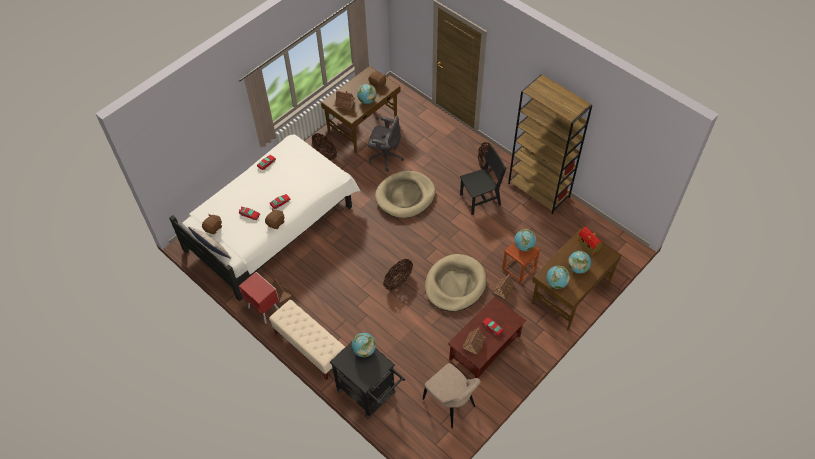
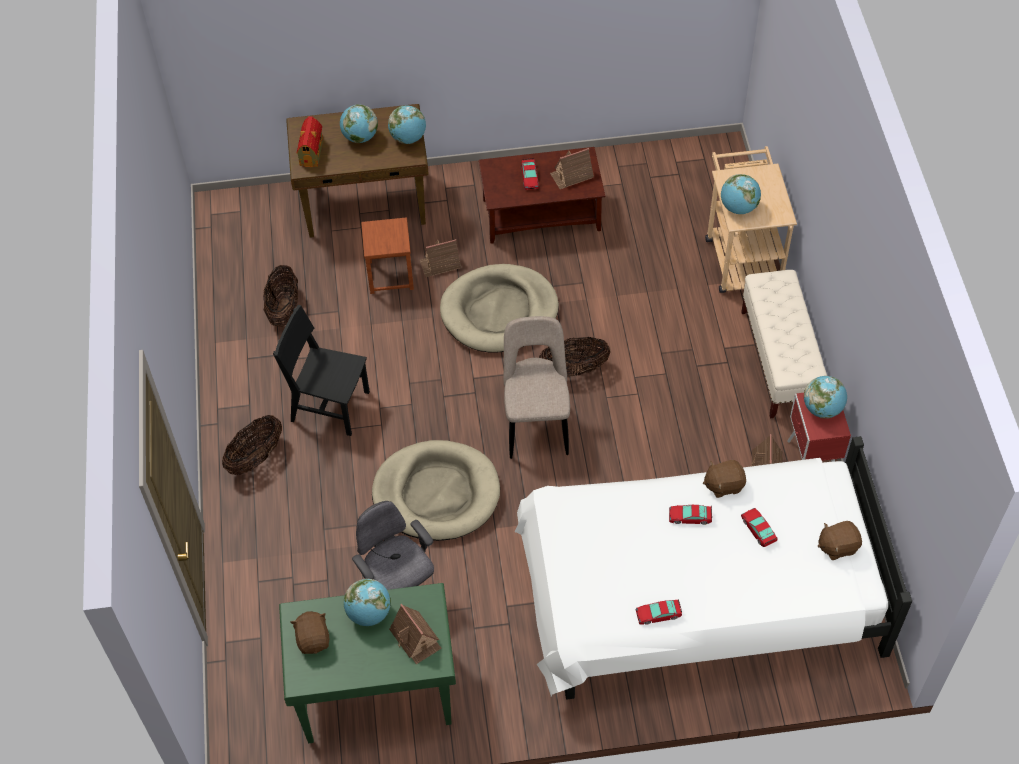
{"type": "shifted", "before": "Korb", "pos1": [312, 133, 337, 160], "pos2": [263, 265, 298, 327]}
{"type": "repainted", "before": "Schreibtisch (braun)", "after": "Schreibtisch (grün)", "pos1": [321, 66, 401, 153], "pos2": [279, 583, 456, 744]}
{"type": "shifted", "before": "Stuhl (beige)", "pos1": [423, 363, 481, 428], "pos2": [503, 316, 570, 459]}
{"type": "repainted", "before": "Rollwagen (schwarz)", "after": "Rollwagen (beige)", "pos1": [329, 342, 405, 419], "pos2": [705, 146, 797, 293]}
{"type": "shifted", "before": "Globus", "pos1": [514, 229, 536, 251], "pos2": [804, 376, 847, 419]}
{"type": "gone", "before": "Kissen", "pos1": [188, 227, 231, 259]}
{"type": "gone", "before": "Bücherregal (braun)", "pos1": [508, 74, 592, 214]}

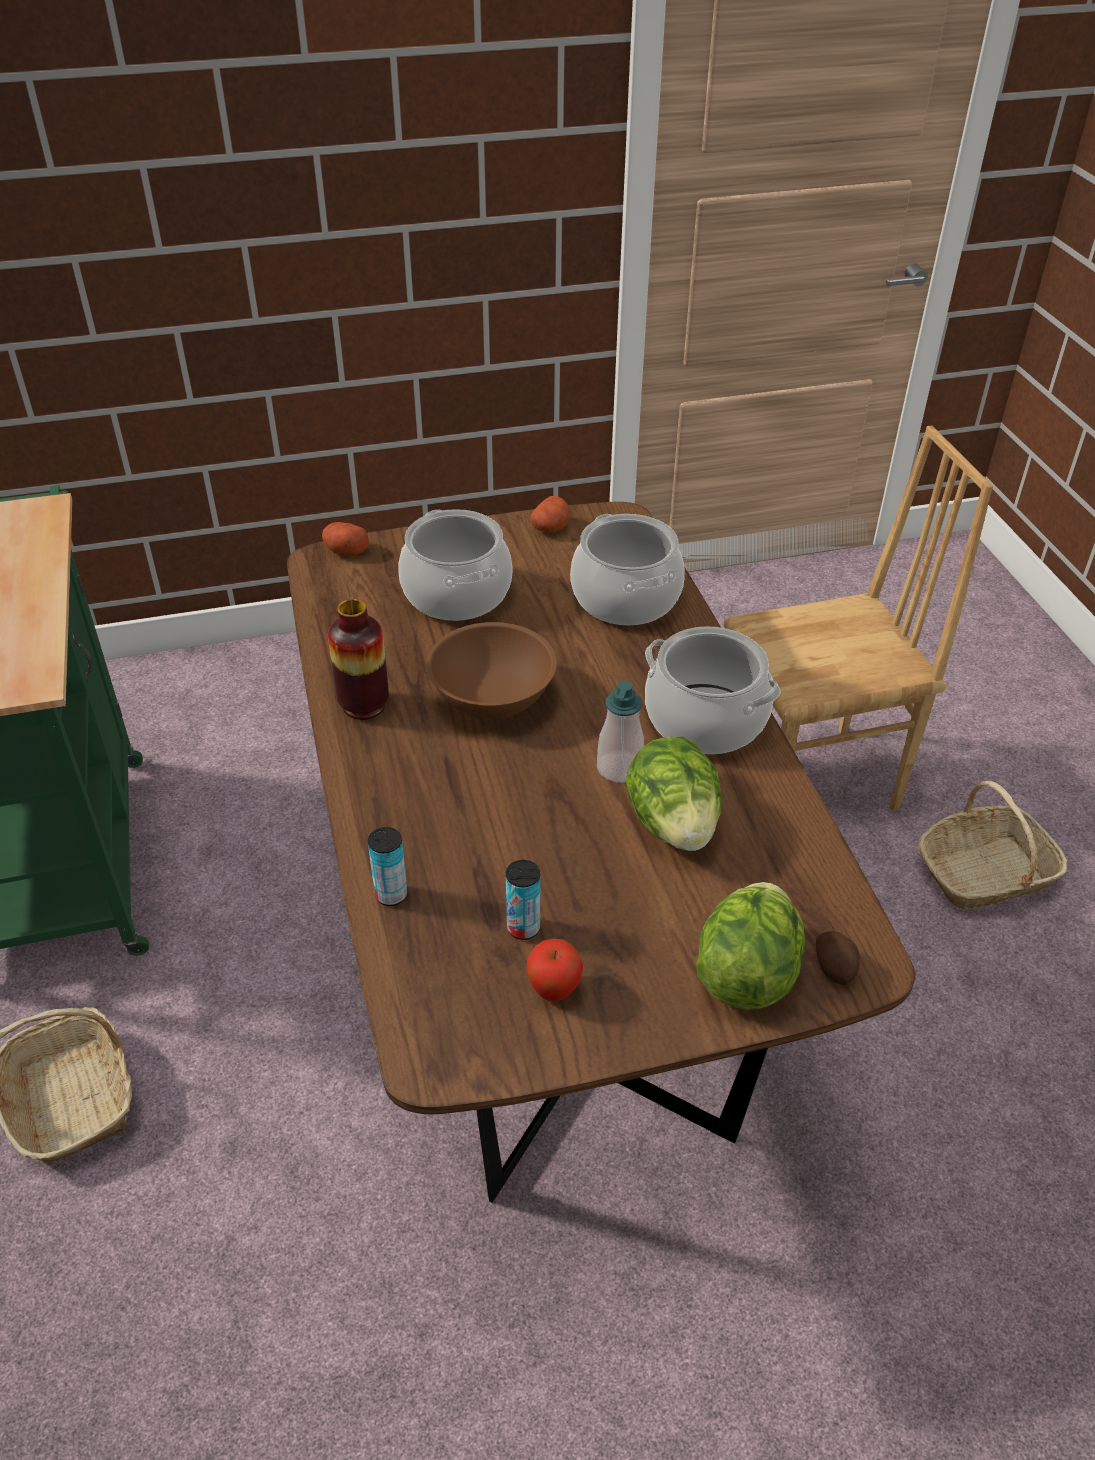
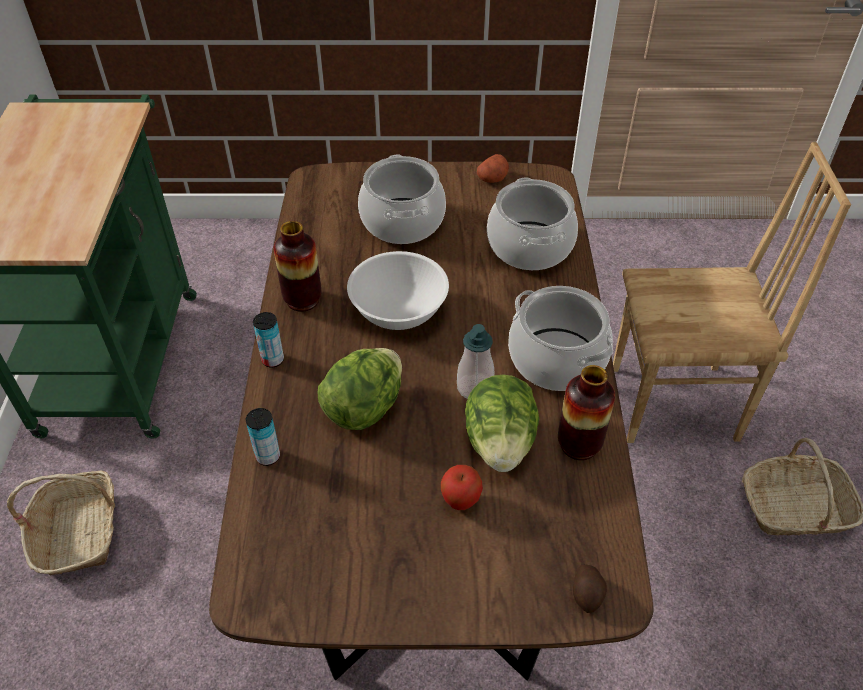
{"type": "shifted", "before": "Dose", "pos1": [506, 860, 540, 940], "pos2": [253, 312, 284, 368]}
{"type": "shifted", "before": "Salatkopf", "pos1": [696, 882, 805, 1010], "pos2": [318, 348, 402, 430]}
{"type": "repainted", "before": "Schüssel (braun)", "after": "Schüssel (weiß)", "pos1": [426, 622, 557, 719], "pos2": [347, 251, 449, 330]}
{"type": "shifted", "before": "Apfel", "pos1": [526, 939, 583, 1001], "pos2": [441, 465, 483, 510]}
{"type": "new", "after": "Vase", "pos2": [558, 365, 615, 460]}
{"type": "gone", "before": "Kartoffel", "pos1": [322, 522, 369, 556]}

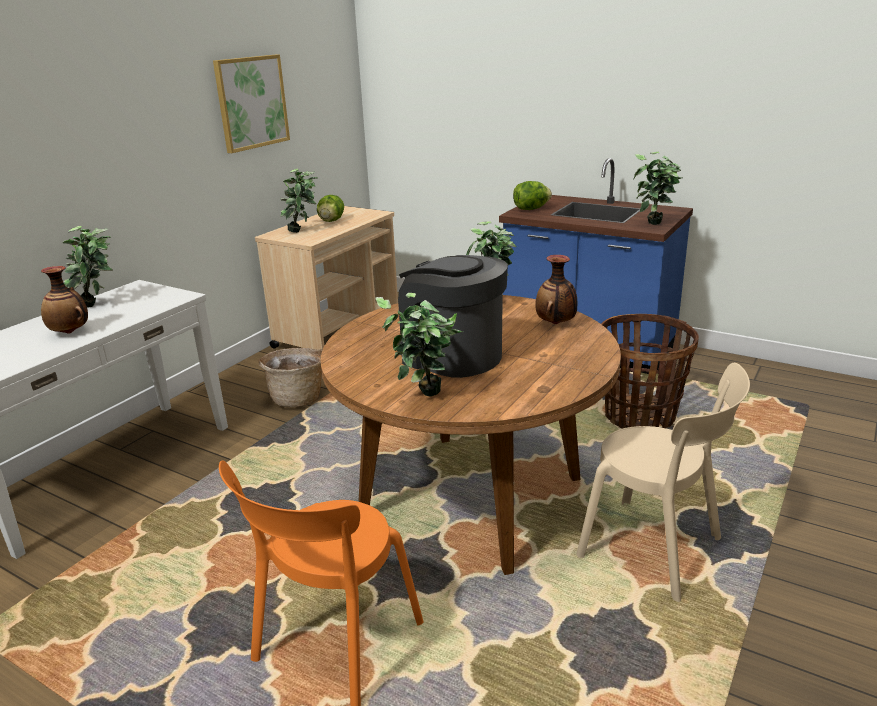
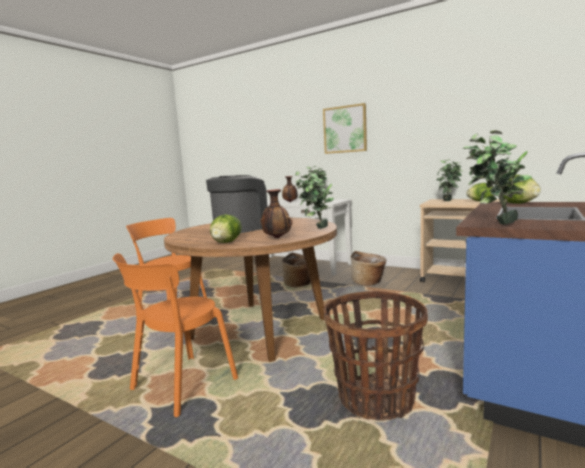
{"type": "repainted", "before": "Stuhl (beige)", "after": "Stuhl (orange)", "pos1": [576, 363, 750, 602], "pos2": [113, 253, 238, 417]}
{"type": "new", "after": "Salatkopf", "pos2": [210, 214, 242, 243]}
{"type": "new", "after": "Korb", "pos2": [281, 253, 311, 287]}
{"type": "shifted", "before": "Bild", "pos1": [213, 55, 290, 153], "pos2": [323, 103, 367, 154]}
{"type": "gone", "before": "Topfpflanze", "pos1": [376, 293, 464, 397]}

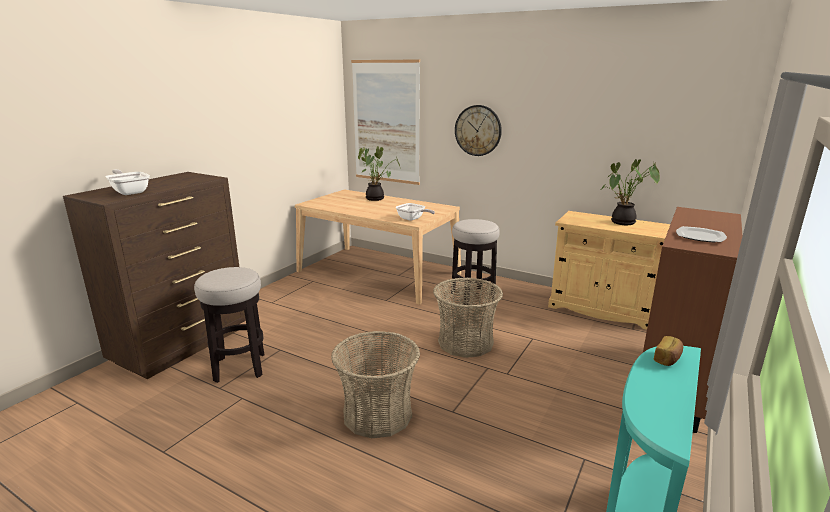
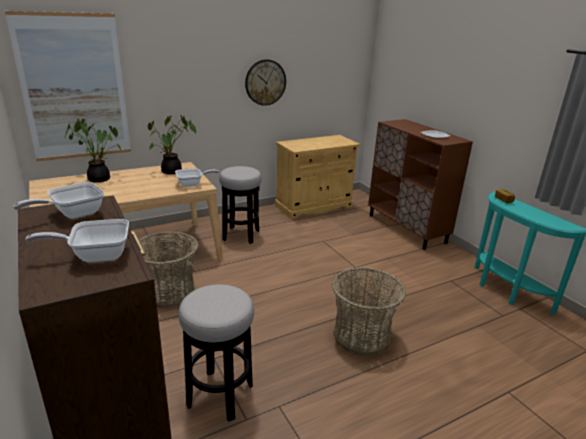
{"type": "new", "after": "Pfanne", "pos2": [13, 182, 104, 219]}
{"type": "shifted", "before": "Korb", "pos1": [433, 278, 503, 358], "pos2": [139, 231, 198, 308]}
{"type": "shifted", "before": "Topfpflanze", "pos1": [600, 159, 660, 225], "pos2": [148, 115, 196, 174]}
{"type": "shifted", "before": "Wanduhr", "pos1": [455, 105, 502, 156], "pos2": [245, 59, 286, 106]}

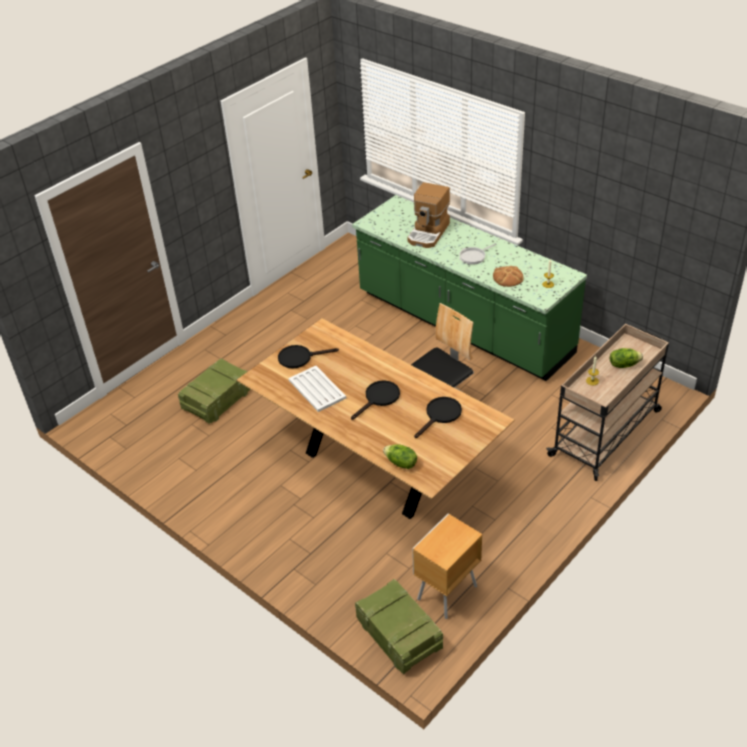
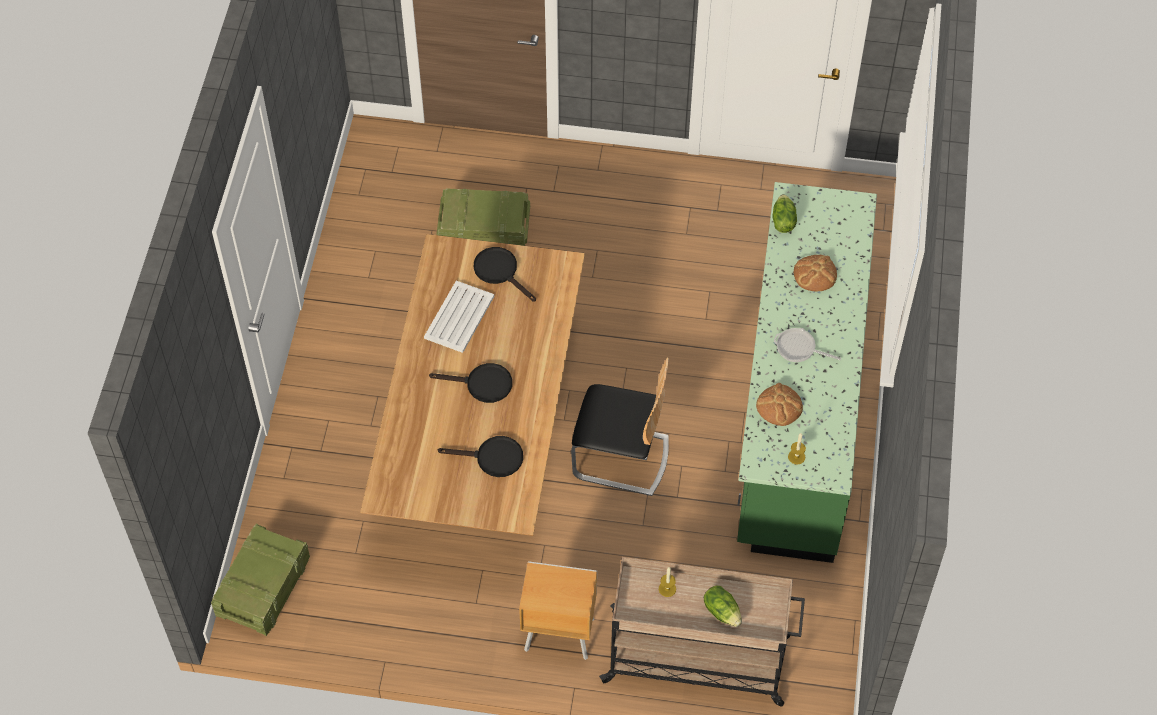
{"type": "shifted", "before": "Nachttisch (braun)", "pos1": [412, 514, 482, 619], "pos2": [519, 561, 597, 660]}
{"type": "shifted", "before": "Salatkopf", "pos1": [383, 444, 417, 469], "pos2": [773, 194, 797, 233]}
{"type": "swapped", "before": "Kaffeemaschine", "after": "Brot", "pos1": [407, 182, 450, 248], "pos2": [794, 255, 837, 291]}

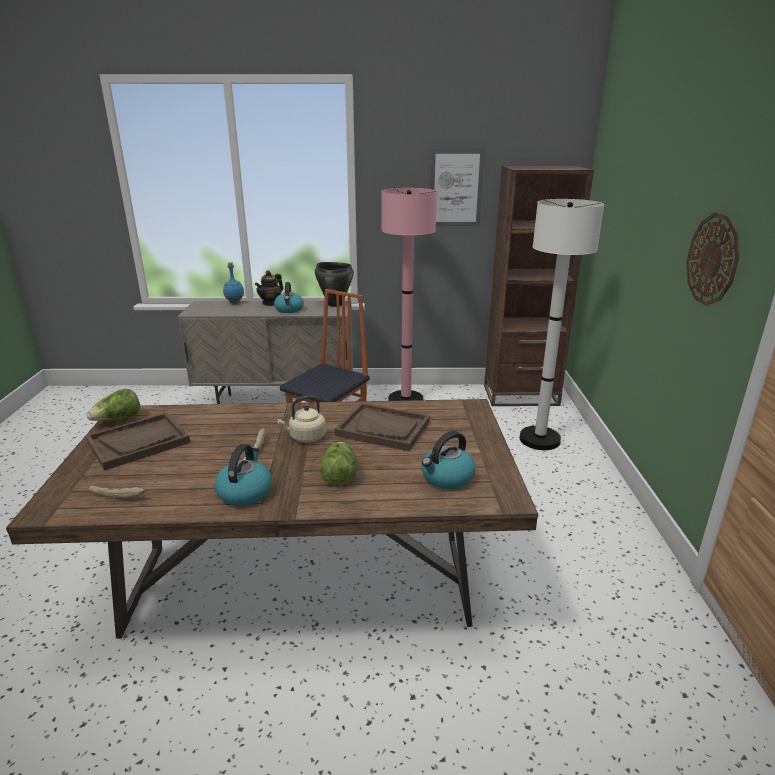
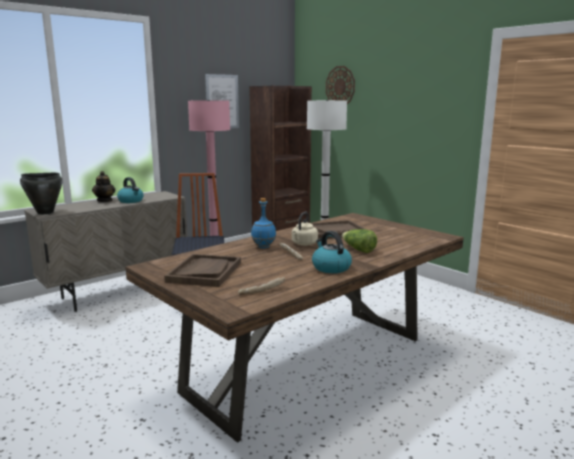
{"type": "shifted", "before": "Kochtopf (schwarz)", "pos1": [315, 262, 354, 307], "pos2": [20, 173, 63, 215]}
{"type": "shifted", "before": "Flasche (blau)", "pos1": [223, 262, 244, 304], "pos2": [251, 198, 276, 248]}
{"type": "shifted", "before": "Wanduhr", "pos1": [687, 212, 739, 306], "pos2": [326, 66, 355, 104]}
{"type": "gone", "before": "Salatkopf", "pos1": [86, 389, 140, 421]}
{"type": "gone", "before": "Wasserkessel", "pos1": [421, 431, 475, 489]}

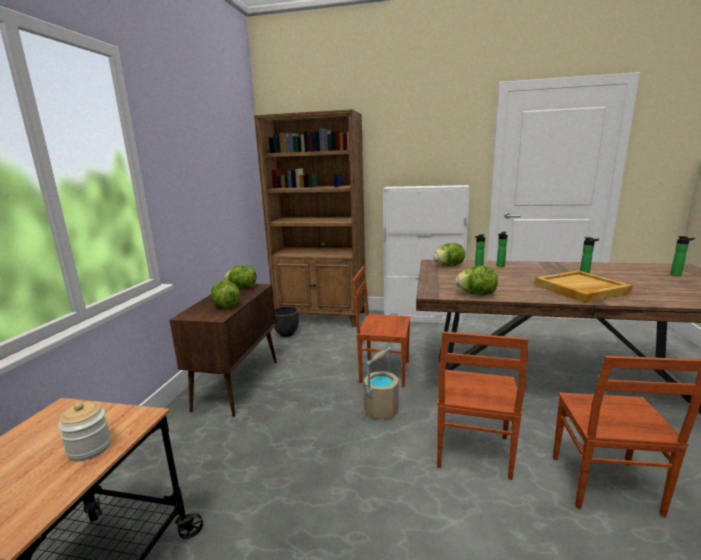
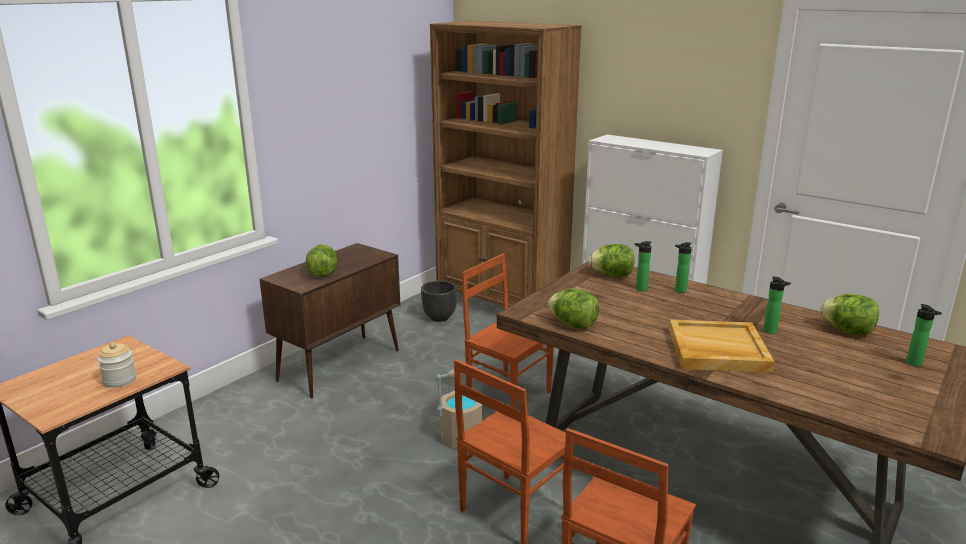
{"type": "shifted", "before": "Salatkopf", "pos1": [224, 265, 256, 289], "pos2": [820, 294, 879, 335]}

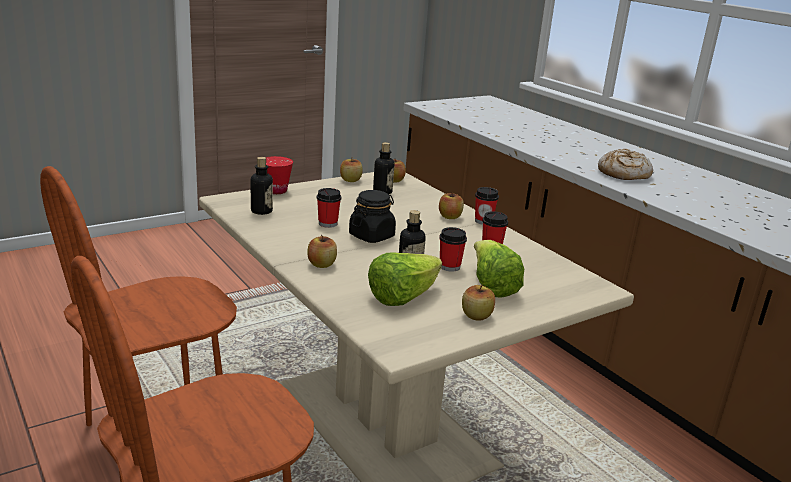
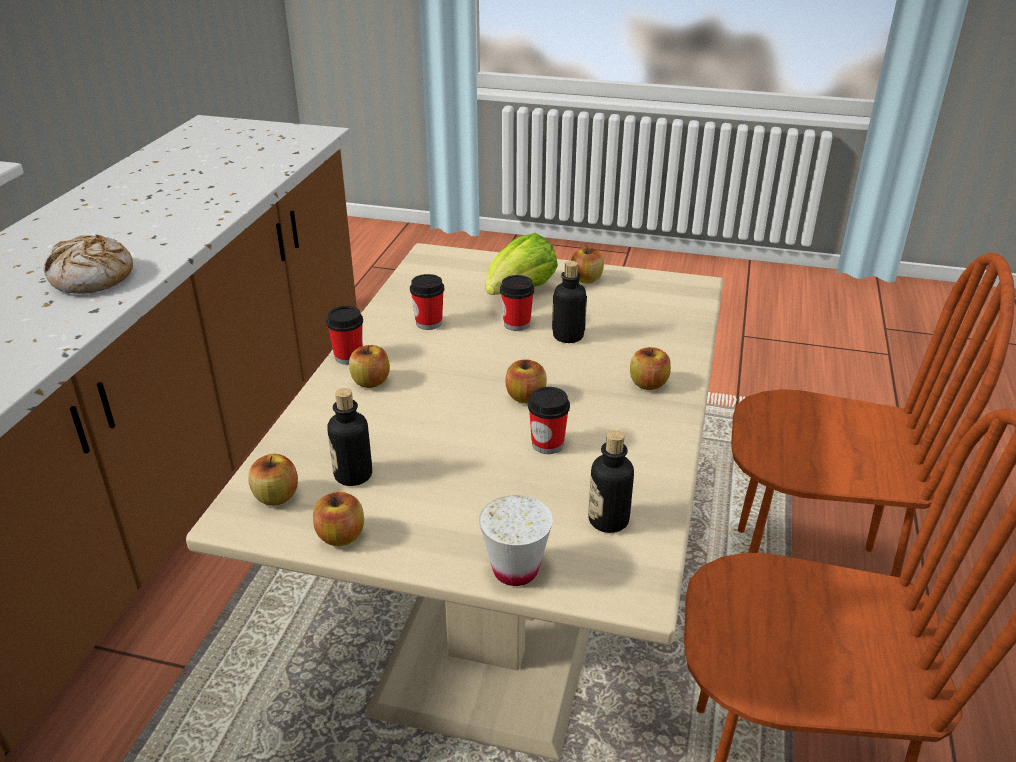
{"type": "repainted", "before": "Tasse (rot)", "after": "Tasse (weiß)", "pos1": [266, 156, 293, 194], "pos2": [479, 495, 553, 586]}
{"type": "swapped", "before": "Vorratsglas (schwarz)", "after": "Apfel", "pos1": [349, 190, 396, 243], "pos2": [506, 359, 547, 404]}
{"type": "gone", "before": "Salatkopf", "pos1": [368, 253, 442, 306]}

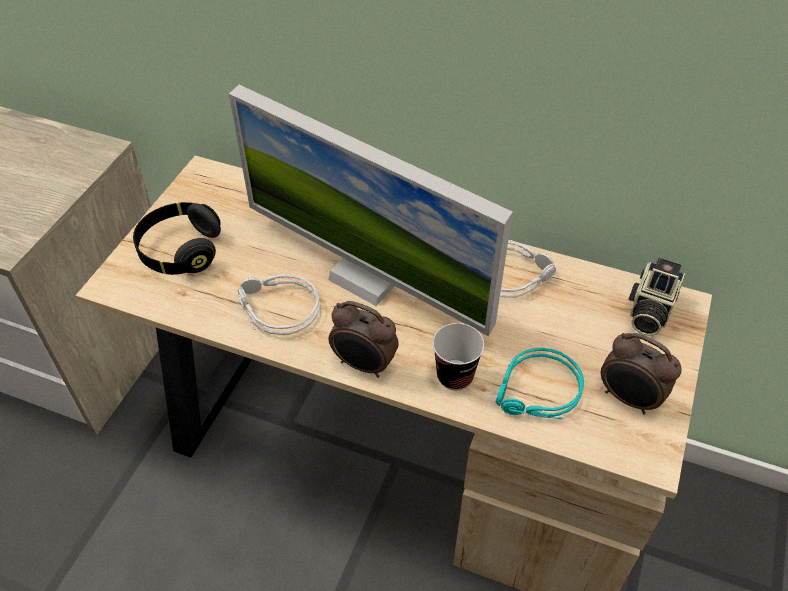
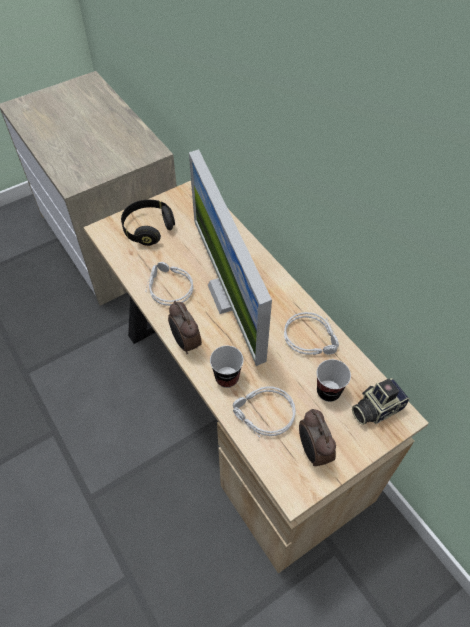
{"type": "repainted", "before": "Kopfhörer (türkis)", "after": "Kopfhörer (grau)", "pos1": [496, 347, 584, 419], "pos2": [233, 386, 296, 437]}
{"type": "new", "after": "Tasse", "pos2": [317, 359, 351, 402]}

